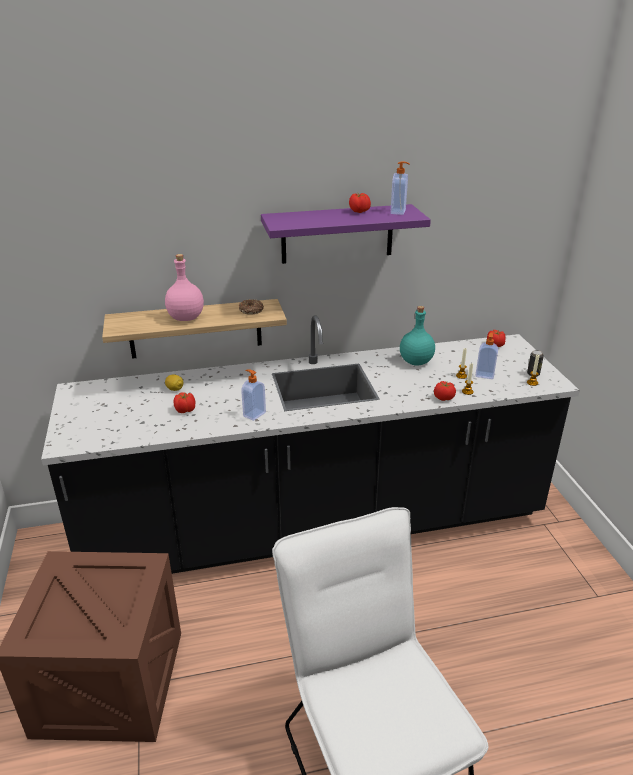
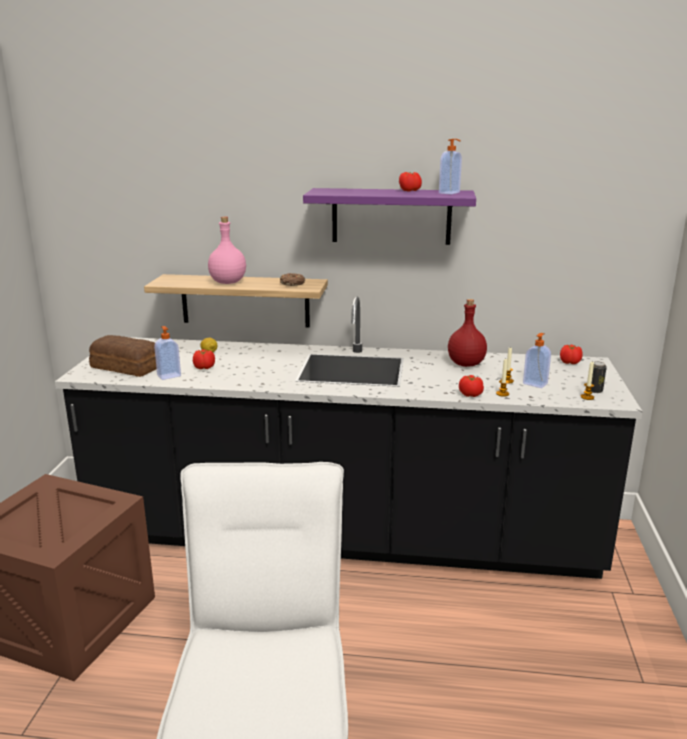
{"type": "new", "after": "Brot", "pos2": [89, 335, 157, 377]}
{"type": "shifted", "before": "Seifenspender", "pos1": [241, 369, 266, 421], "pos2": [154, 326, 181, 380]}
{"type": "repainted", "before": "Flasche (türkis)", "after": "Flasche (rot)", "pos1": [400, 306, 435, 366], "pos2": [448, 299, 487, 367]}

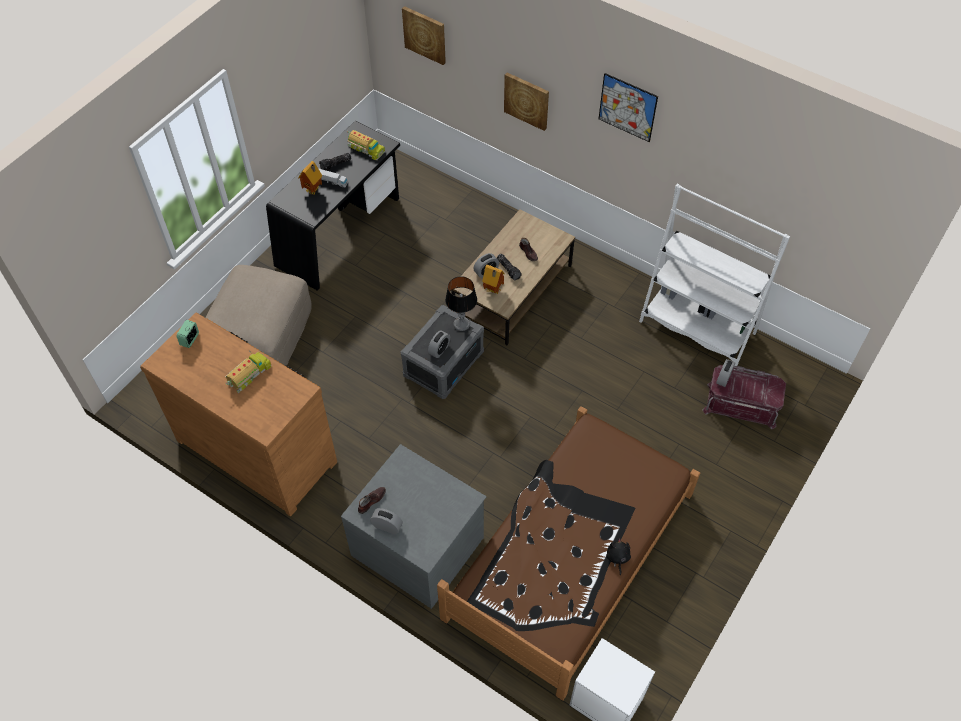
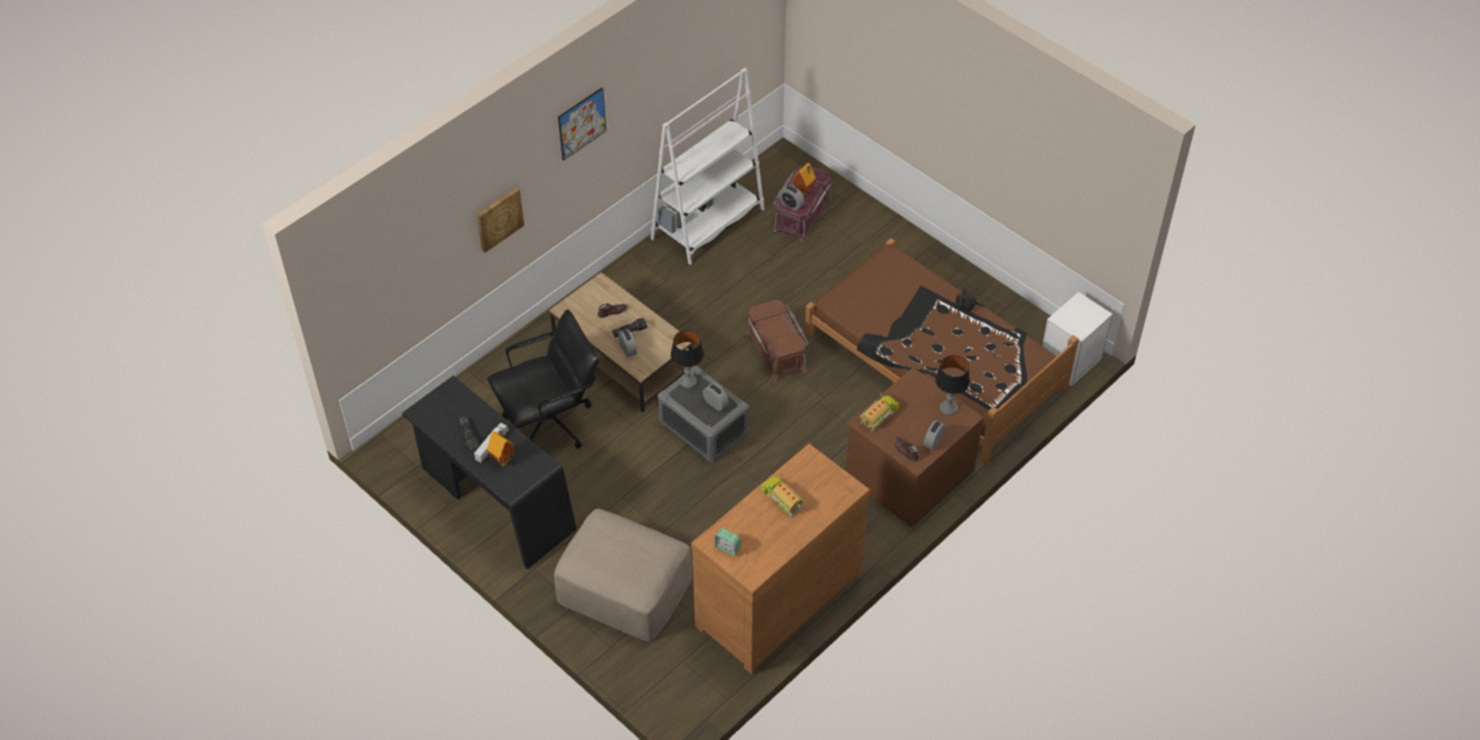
{"type": "new", "after": "Bürostuhl (schwarz)", "pos2": [487, 309, 599, 448]}
{"type": "new", "after": "Aufbewahrungsbox (braun)", "pos2": [746, 300, 808, 382]}
{"type": "shifted", "before": "Spielzeughaus", "pos1": [482, 264, 505, 295], "pos2": [792, 163, 816, 196]}
{"type": "repainted", "before": "Kommode (grau)", "after": "Kommode (braun)", "pos1": [341, 444, 486, 609], "pos2": [846, 367, 984, 527]}
{"type": "shifted", "before": "Spielzeuglaster", "pos1": [347, 130, 385, 160], "pos2": [860, 393, 899, 432]}
{"type": "new", "after": "Tischlampe", "pos2": [935, 355, 970, 415]}
{"type": "gone", "before": "Bild", "pos1": [402, 6, 446, 65]}

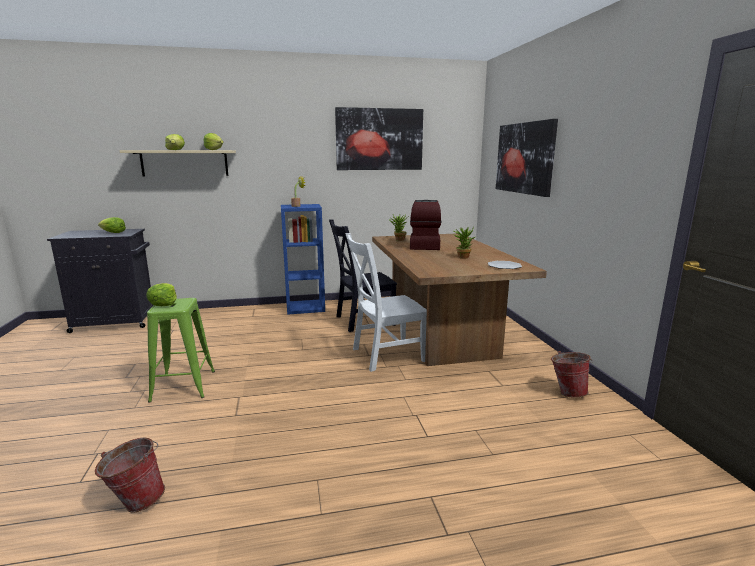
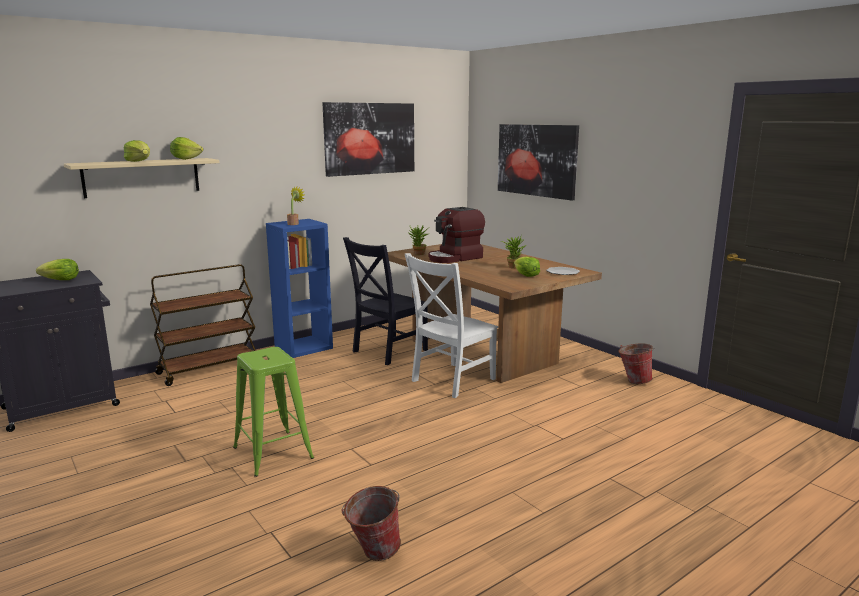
{"type": "new", "after": "Rollwagen (braun)", "pos2": [150, 264, 256, 386]}
{"type": "rotated", "before": "Kaffeemaschine", "pos1": [410, 200, 441, 250], "pos2": [429, 207, 485, 263], "turn": -105}
{"type": "shifted", "before": "Salatkopf", "pos1": [146, 283, 177, 306], "pos2": [514, 257, 540, 277]}

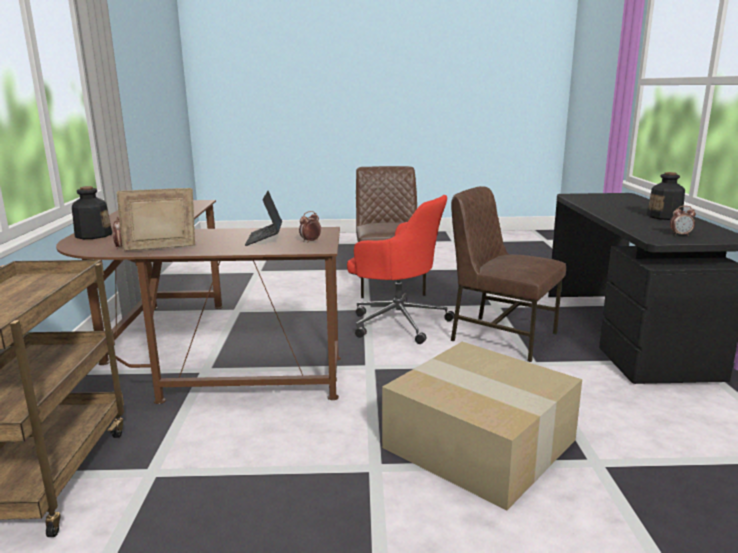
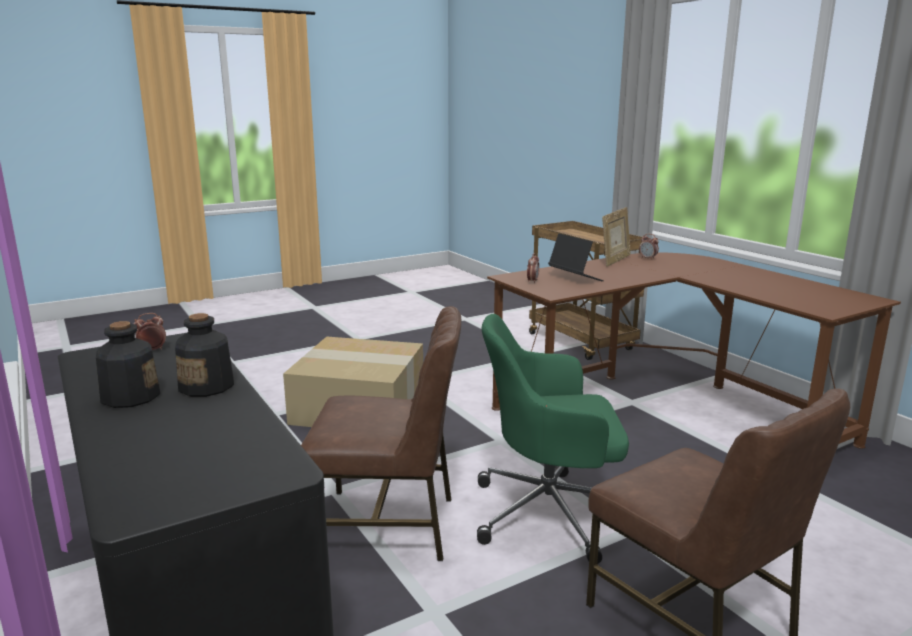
{"type": "shifted", "before": "Flasche", "pos1": [72, 186, 112, 239], "pos2": [175, 313, 234, 397]}
{"type": "repainted", "before": "Bürostuhl (rot)", "after": "Bürostuhl (grün)", "pos1": [347, 195, 455, 344], "pos2": [477, 314, 629, 564]}

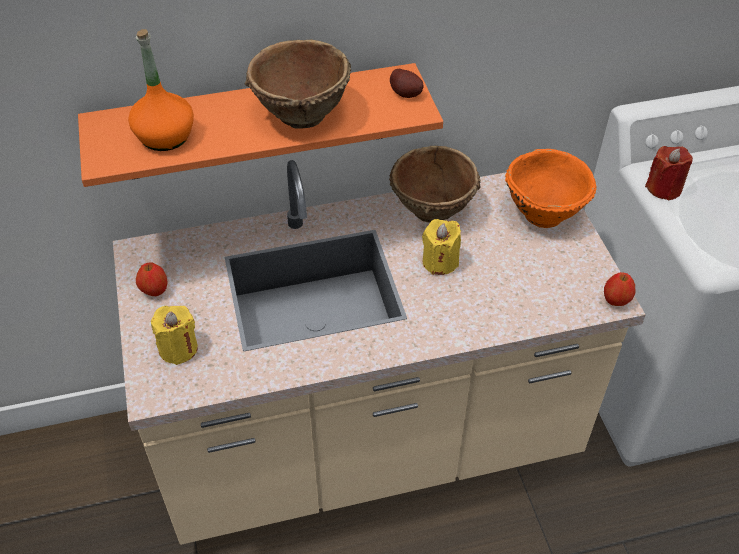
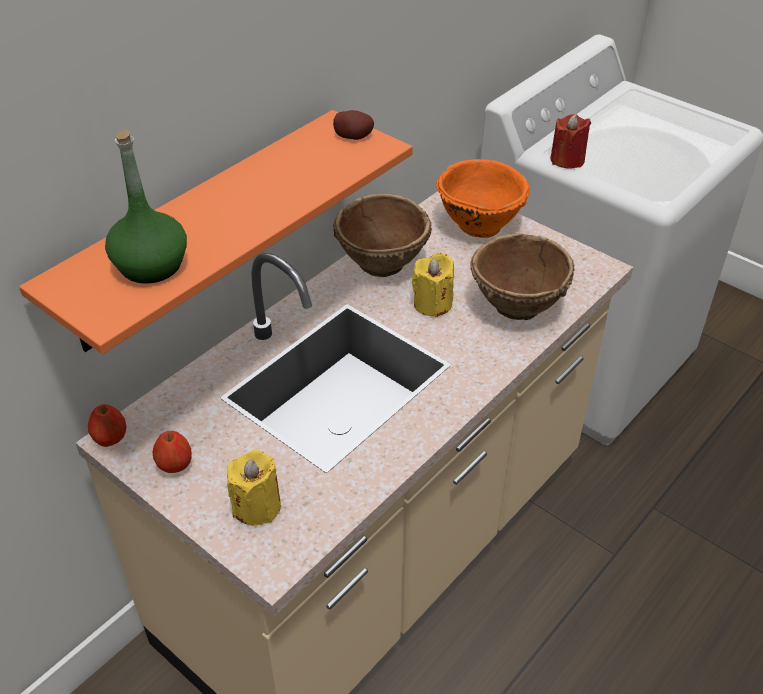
{"type": "shifted", "before": "Apfel", "pos1": [604, 272, 635, 306], "pos2": [88, 404, 127, 447]}
{"type": "repainted", "before": "Flasche (orange)", "after": "Flasche (grün)", "pos1": [128, 29, 194, 151], "pos2": [105, 130, 187, 284]}
{"type": "shifted", "before": "Schüssel (braun)", "pos1": [245, 40, 351, 129], "pos2": [470, 234, 575, 320]}

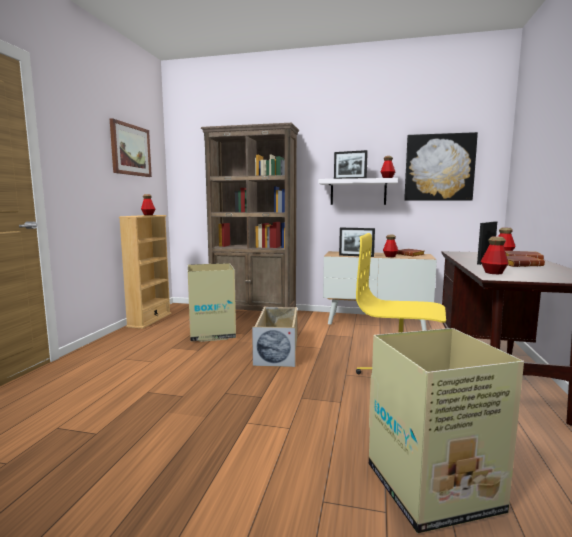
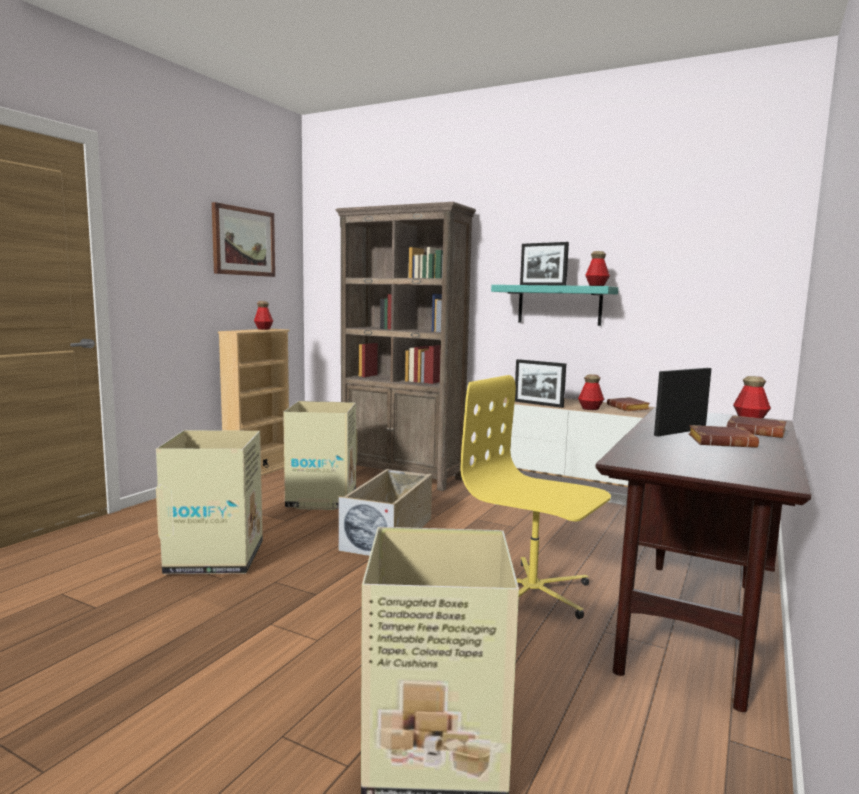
{"type": "new", "after": "Karton", "pos2": [156, 430, 263, 574]}
{"type": "repainted", "before": "Wandregal (weiß)", "after": "Wandregal (türkis)", "pos1": [318, 178, 398, 205], "pos2": [491, 285, 618, 326]}
{"type": "gone", "before": "Bild", "pos1": [404, 132, 478, 201]}
{"type": "gone", "before": "Flasche", "pos1": [481, 236, 509, 274]}

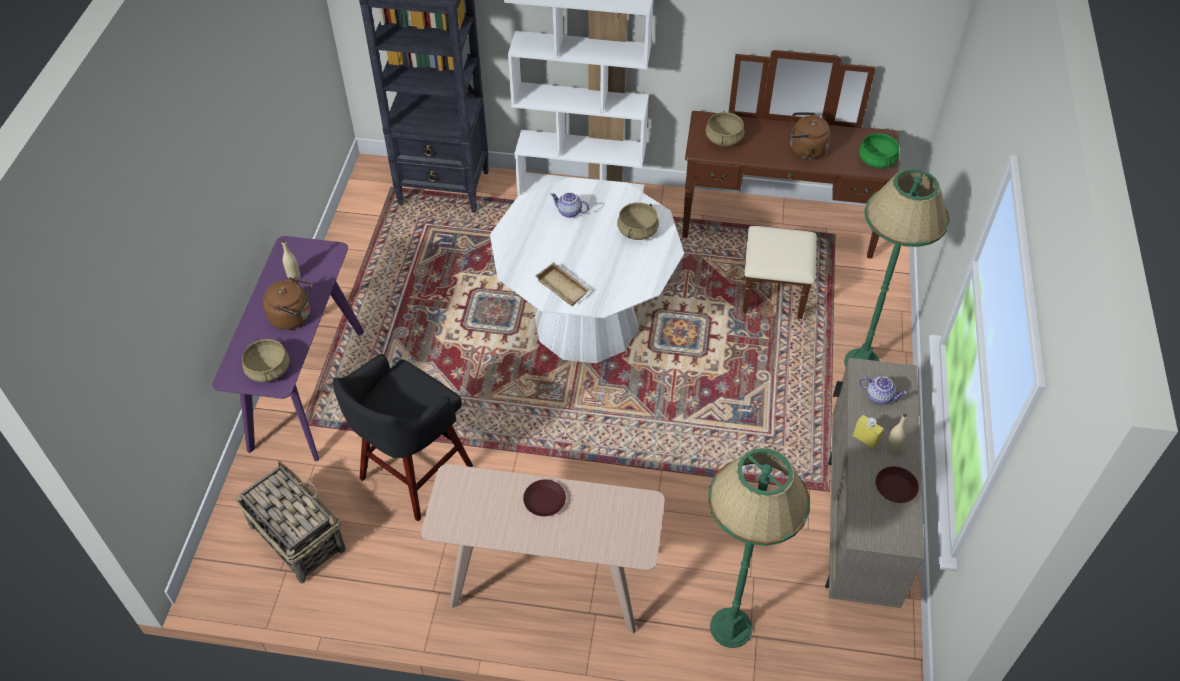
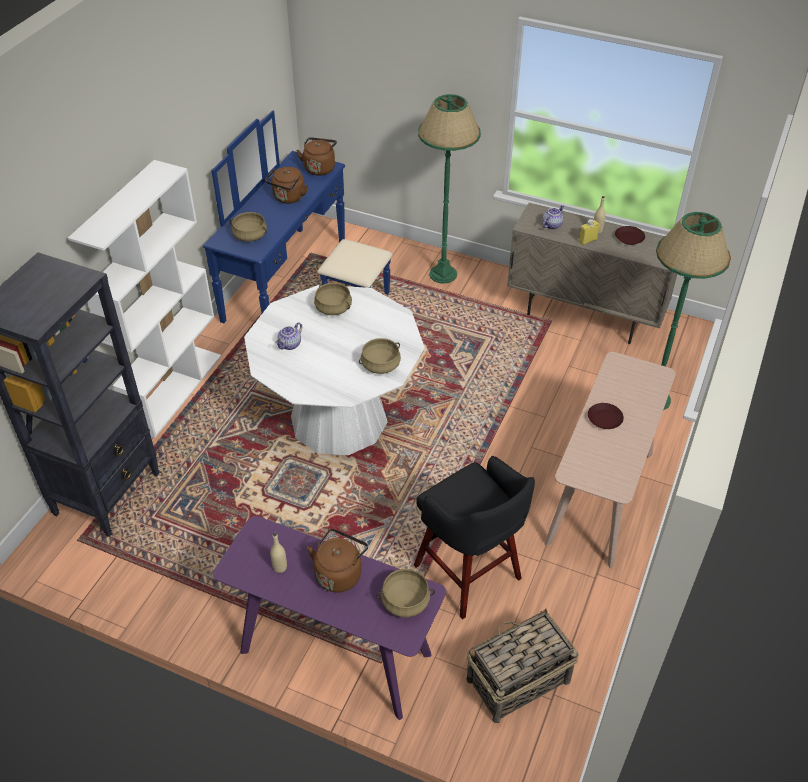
{"type": "repainted", "before": "Kommode (braun)", "after": "Kommode (blau)", "pos1": [682, 50, 900, 319], "pos2": [203, 110, 393, 323]}
{"type": "swapped", "before": "Kochtopf (grün)", "after": "Wasserkessel (braun)", "pos1": [859, 132, 899, 168], "pos2": [296, 137, 337, 176]}
{"type": "swapped", "before": "Tablett (beige)", "after": "Kochtopf (beige)", "pos1": [535, 262, 591, 306], "pos2": [359, 338, 401, 374]}

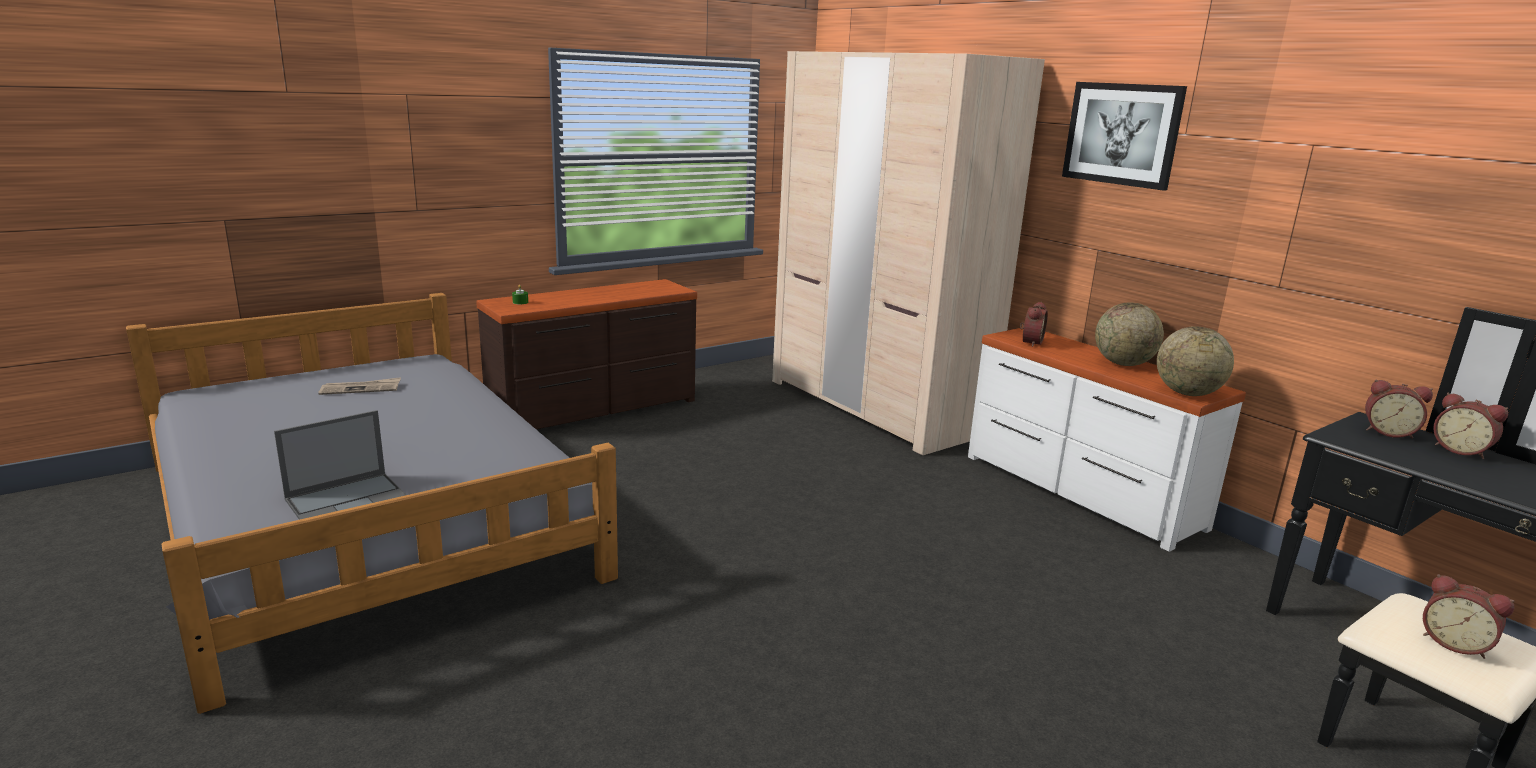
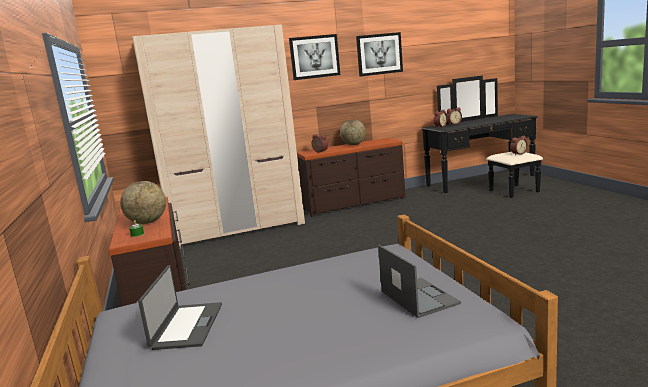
{"type": "shifted", "before": "Globus", "pos1": [1157, 326, 1234, 396], "pos2": [120, 181, 166, 224]}
{"type": "swapped", "before": "Zeitung", "after": "Laptop", "pos1": [319, 377, 401, 395], "pos2": [138, 265, 222, 350]}
{"type": "repainted", "before": "Kommode (weiß)", "after": "Kommode (braun)", "pos1": [968, 327, 1246, 552], "pos2": [297, 138, 406, 217]}
{"type": "new", "after": "Bild", "pos2": [356, 32, 403, 77]}

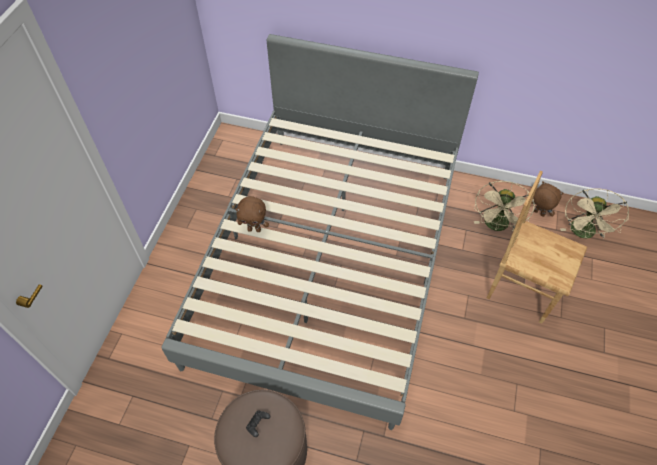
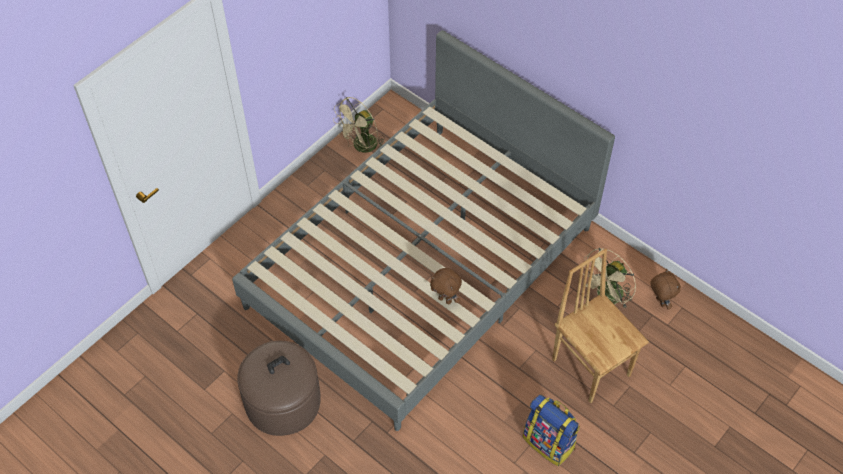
{"type": "shifted", "before": "Ventilator (beige)", "pos1": [560, 188, 629, 239], "pos2": [333, 97, 385, 153]}
{"type": "shifted", "before": "Plüschtier (braun)", "pos1": [235, 196, 269, 232], "pos2": [430, 268, 462, 304]}
{"type": "new", "after": "Rucksack", "pos2": [523, 395, 580, 466]}

